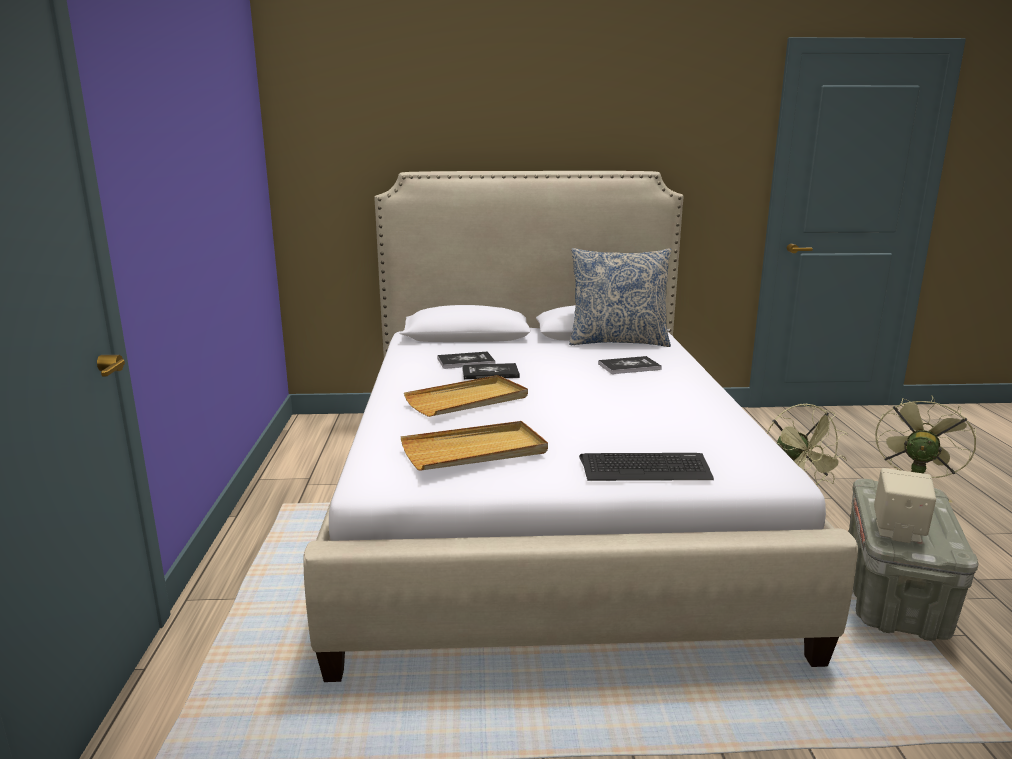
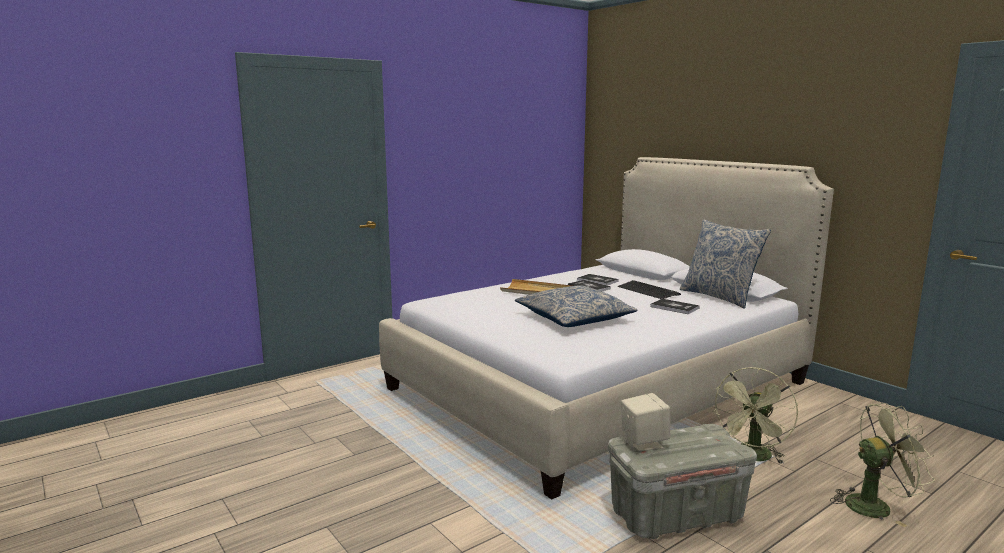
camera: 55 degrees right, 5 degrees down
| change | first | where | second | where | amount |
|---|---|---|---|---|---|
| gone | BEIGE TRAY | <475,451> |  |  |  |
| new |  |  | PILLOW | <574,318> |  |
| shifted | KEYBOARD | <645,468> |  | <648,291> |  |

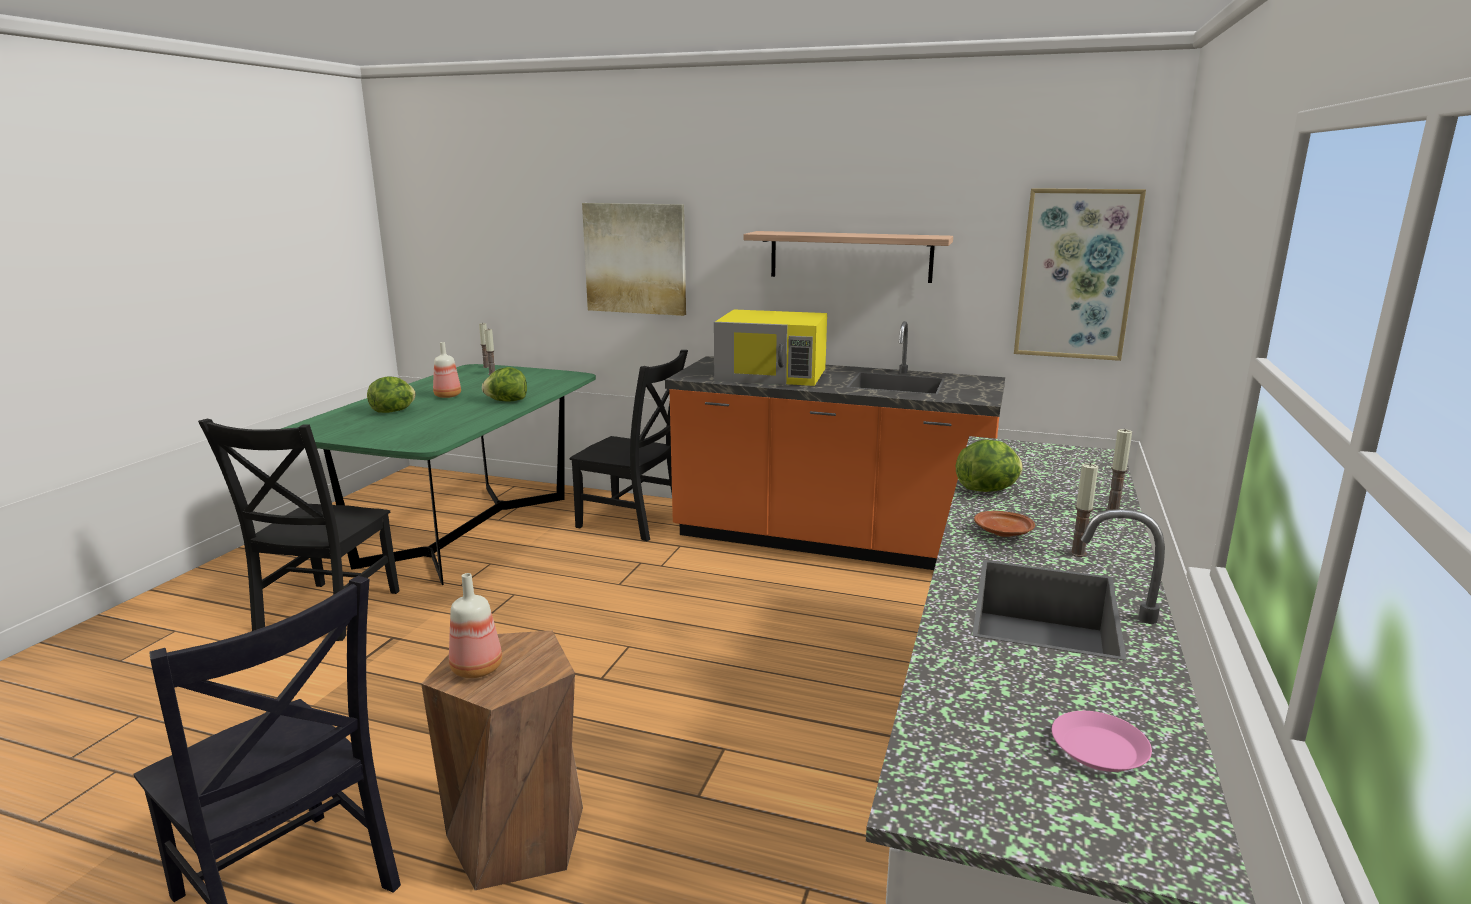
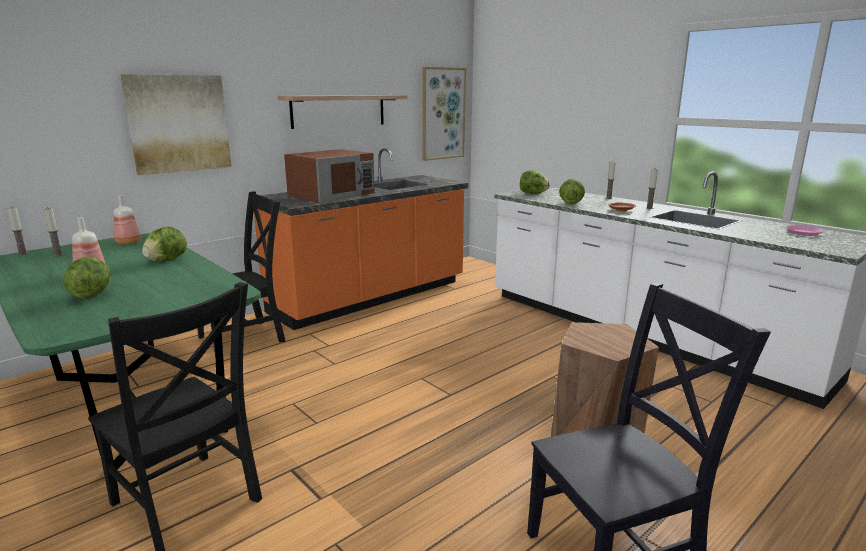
camera: 60 degrees left, 0 degrees up
| change | first | where | second | where | amount |
|---|---|---|---|---|---|
| new |  |  | LETTUCE | <533,194> |  |
| shifted | BOTTLE | <476,668> |  | <127,243> |  |
| repainted | YELLOW MICROWAVE | <772,374> | BROWN MICROWAVE | <332,194> |  |

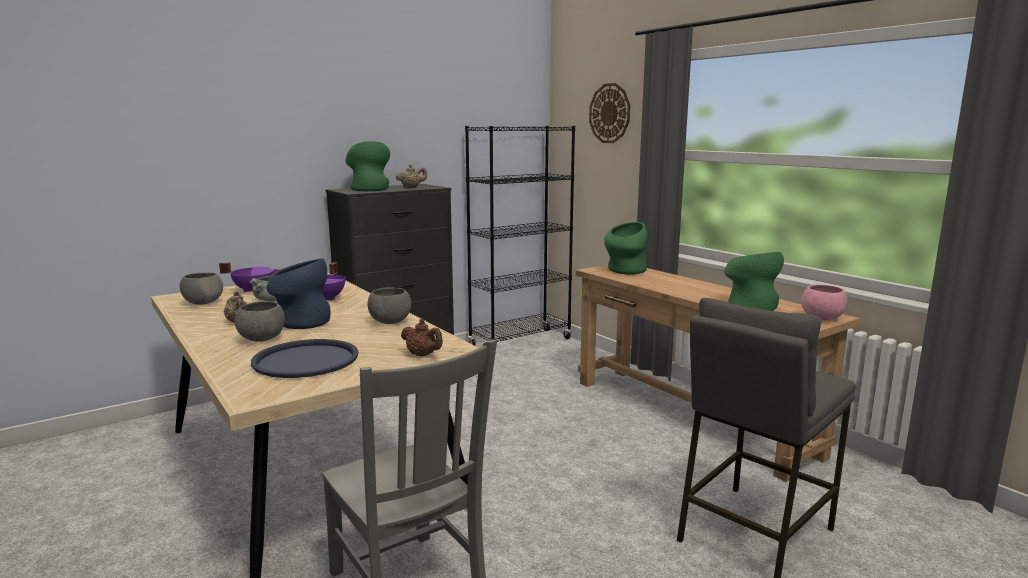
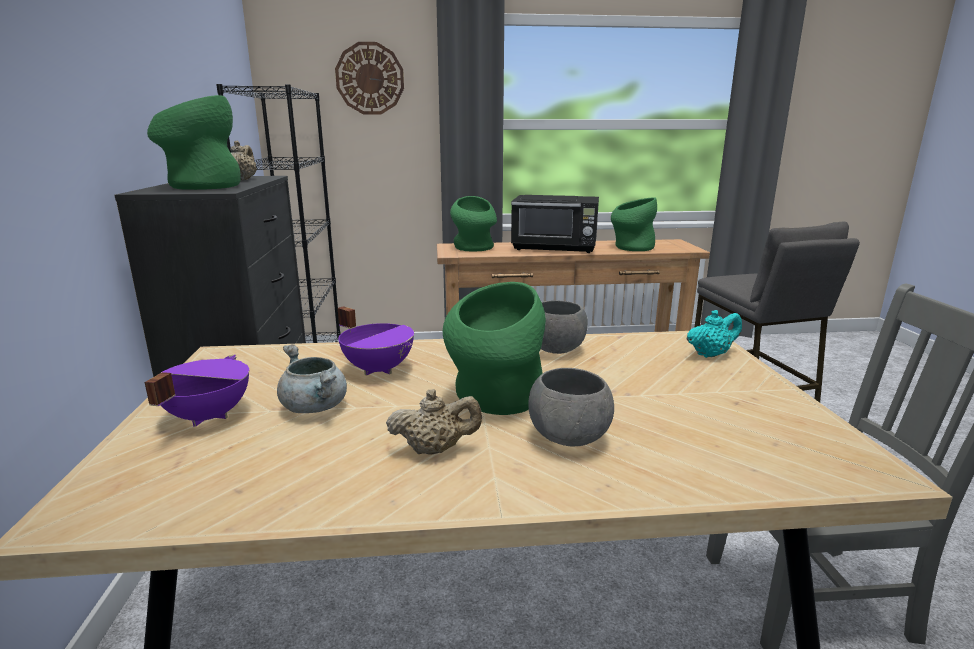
camera: 60 degrees left, 5 degrees up
| change | first | where | second | where | amount |
|---|---|---|---|---|---|
| gone | GREY BOWL | <203,303> |  |  |  |
| gone | BLUE TRAY | <306,360> |  |  |  |
| gone | PINK BOWL | <822,318> |  |  |  |
| new |  |  | BLACK MICROWAVE | <555,248> |  |
| repainted | BLUE VASE | <300,322> | GREEN VASE | <495,399> |  |
| repainted | BROWN TEAPOT | <423,355> | TURQUOISE TEAPOT | <710,354> |  |

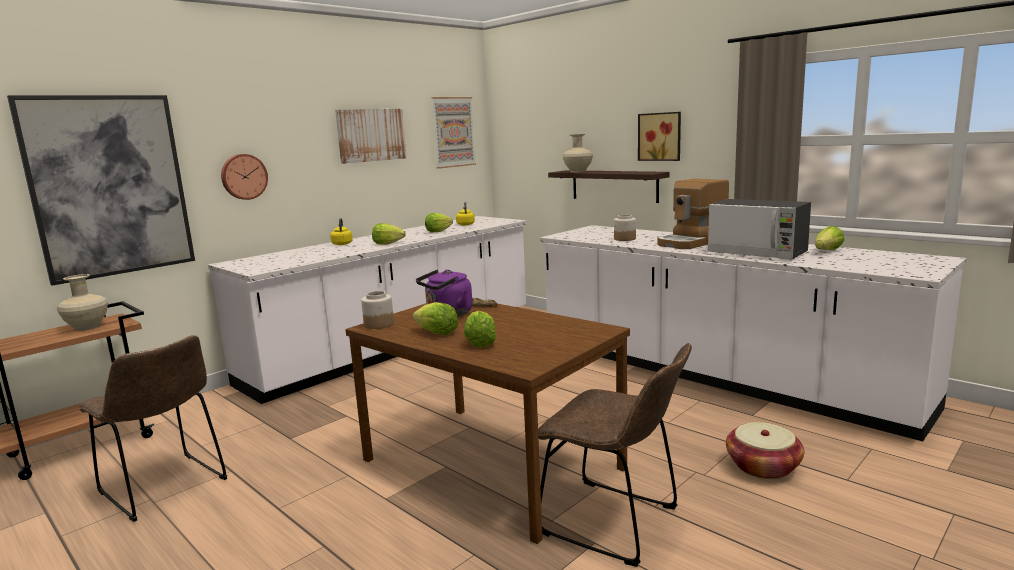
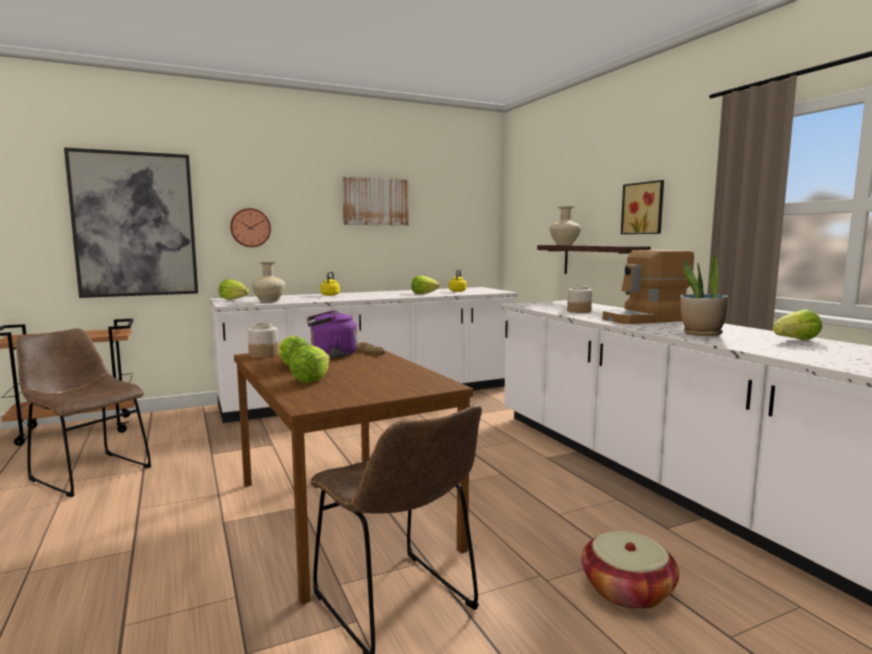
camera: 20 degrees right, 5 degrees down
| change | first | where | second | where | amount |
|---|---|---|---|---|---|
| gone | PICTURE | <453,132> |  |  |  |
| shifted | BEIGE VASE | <87,327> |  | <269,301> |  |
| shifted | LETTUCE | <387,243> |  | <233,299> |  |
| swapped | MICROWAVE | <757,253> | POTTED PLANT | <701,334> |  |
| rotated | BROWN CHAIR | <166,488> |  | <88,472> | 150 degrees clockwise |

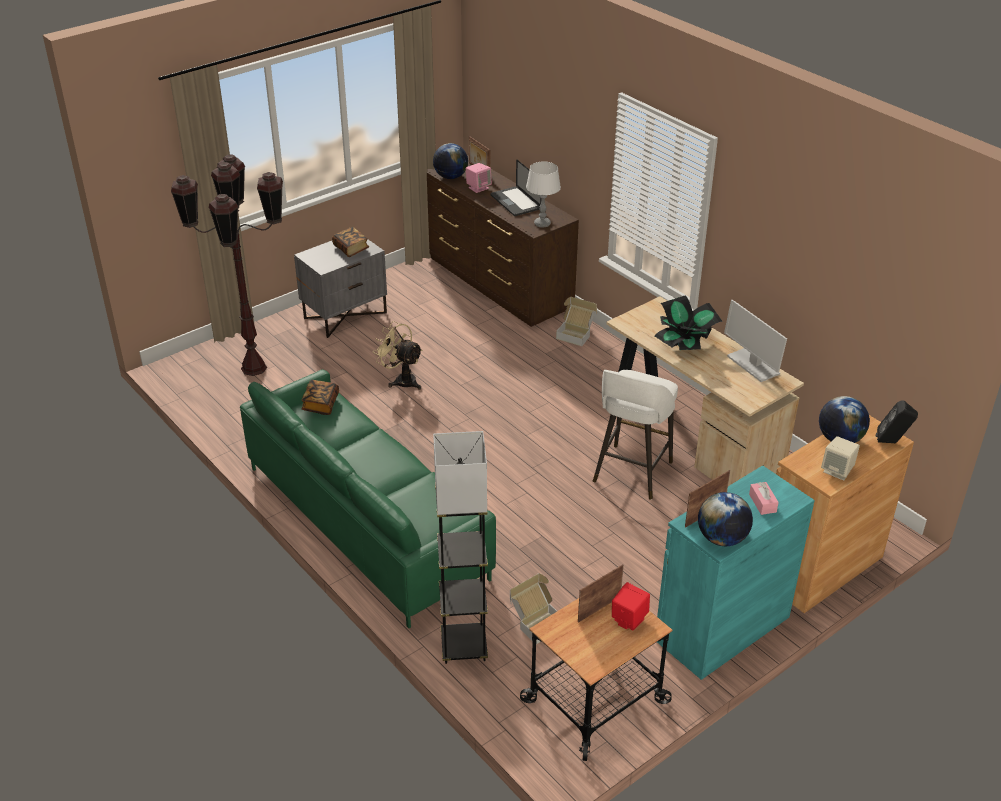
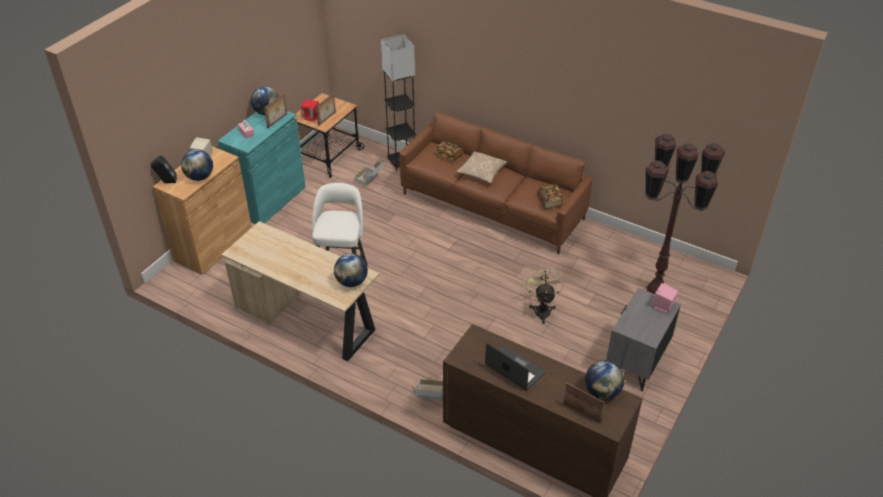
camera: 160 degrees right, 5 degrees up
| change | first | where | second | where | amount |
|---|---|---|---|---|---|
| gone | WHITE TABLE LAMP | <542,224> |  |  |  |
| gone | POTTED PLANT | <684,344> |  |  |  |
| gone | MONITOR | <752,365> |  |  |  |
| new |  |  | GLOBE | <352,282> |  |
| new |  |  | PILLOW | <481,173> |  |
| shifted | BOOK | <351,249> |  | <449,155> |  |
| shifted | PINK SPEAKER | <478,188> |  | <662,306> |  |
| repainted | GREEN SOFA | <368,521> | BROWN SOFA | <492,207> |  |
| rotated | BEIGE FAN | <401,380> |  | <542,309> | 105 degrees counterclockwise |

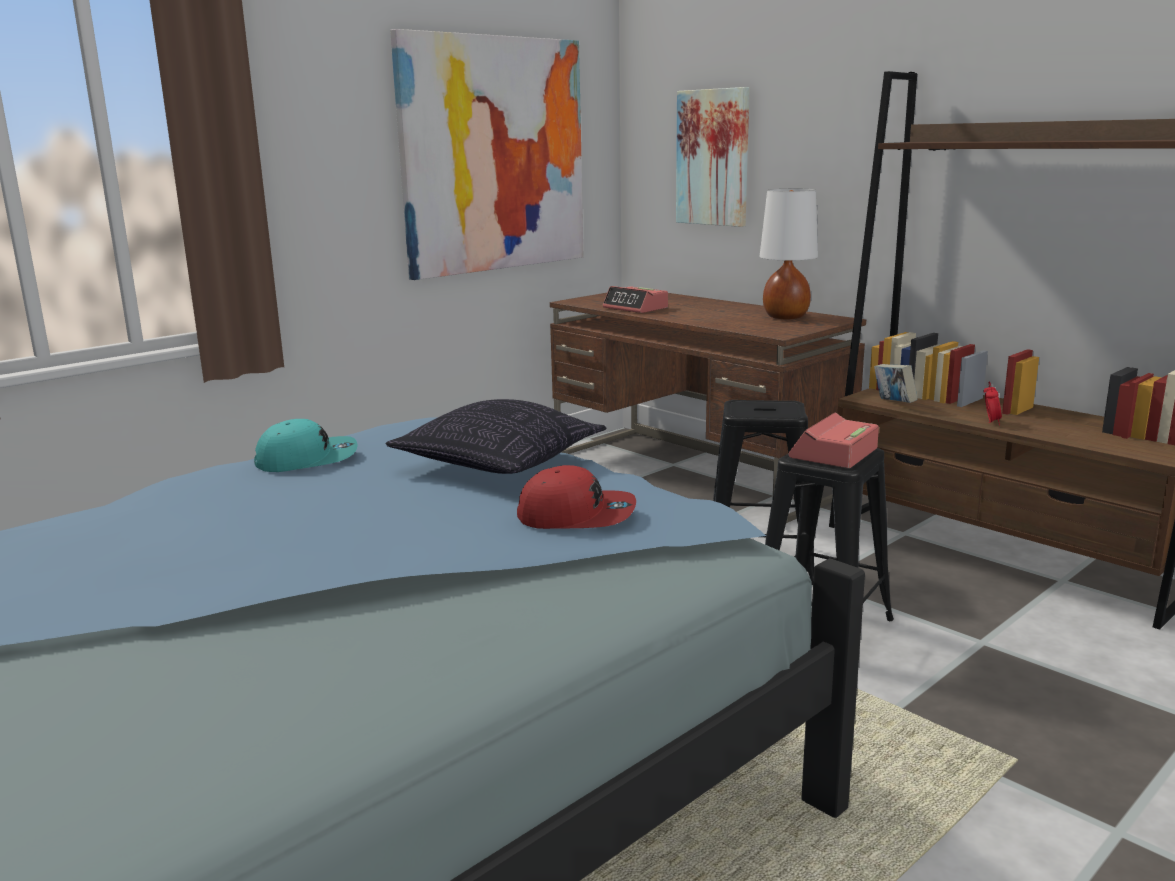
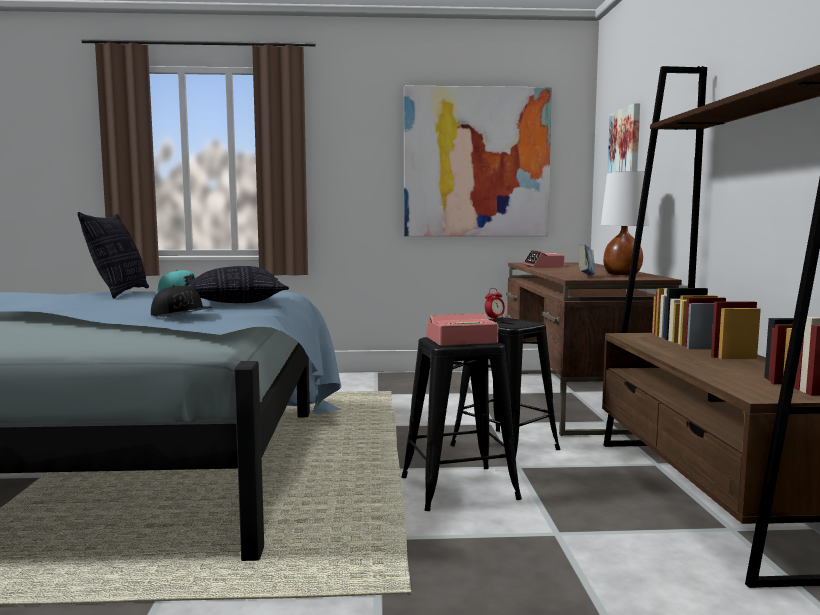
camera: 40 degrees right, 10 degrees down
| change | first | where | second | where | amount |
|---|---|---|---|---|---|
| new |  |  | PILLOW | <119,293> |  |
| shifted | BOOK | <893,404> |  | <585,276> |  |
| shifted | ALARM CLOCK | <990,422> |  | <494,319> |  |
| repainted | RED CAP | <577,515> | BLACK CAP | <182,315> |  |

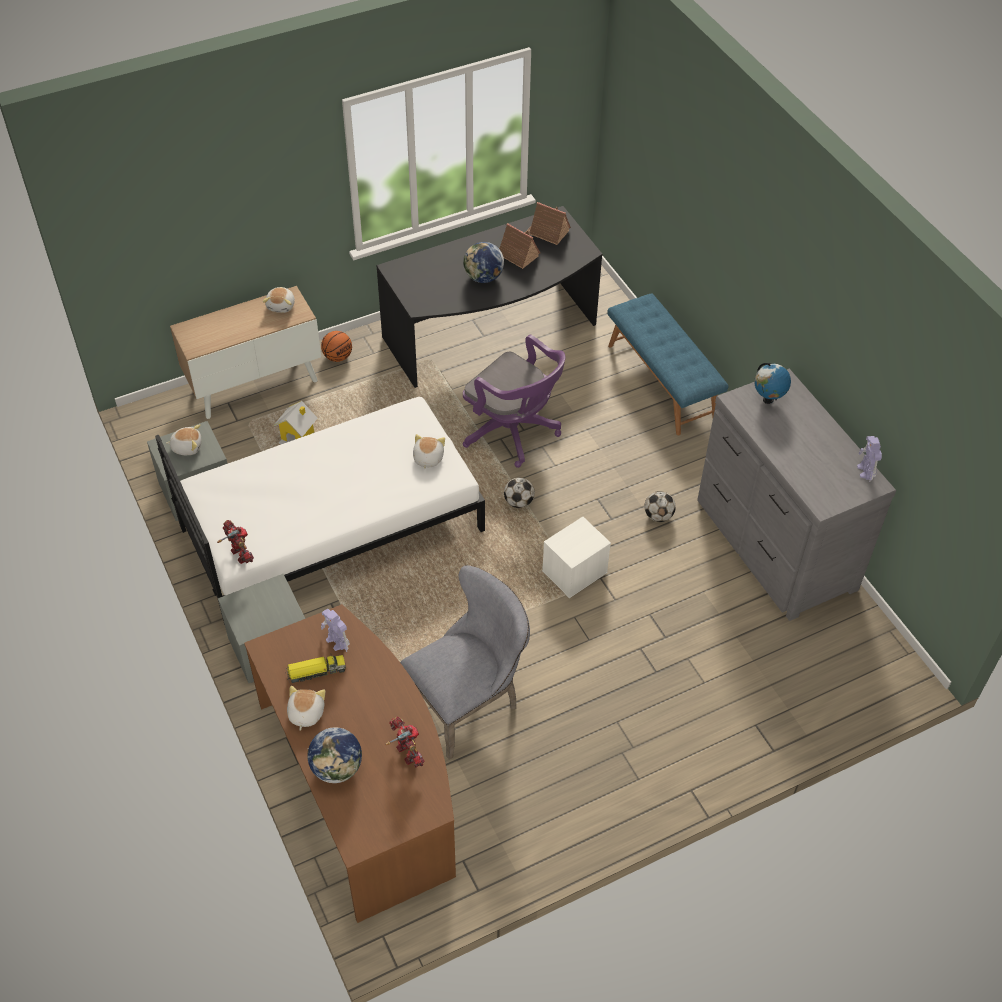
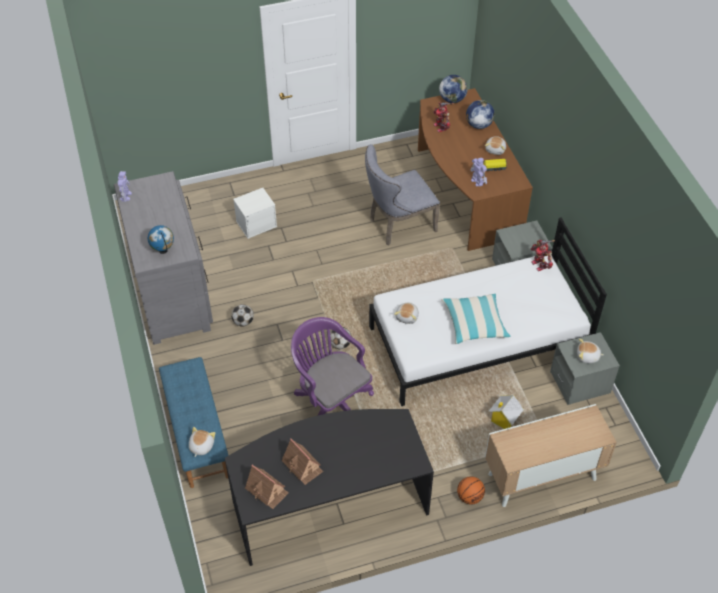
camera: 170 degrees left, 0 degrees up
| change | first | where | second | where | amount |
|---|---|---|---|---|---|
| new |  |  | PILLOW | <474,323> |  |
| shifted | PLUSH TOY | <281,305> |  | <201,446> |  |
| shifted | GLOBE | <483,278> |  | <452,99> |  |
| shifted | WHITE STORAGE BOX | <574,573> |  | <256,223> |  |

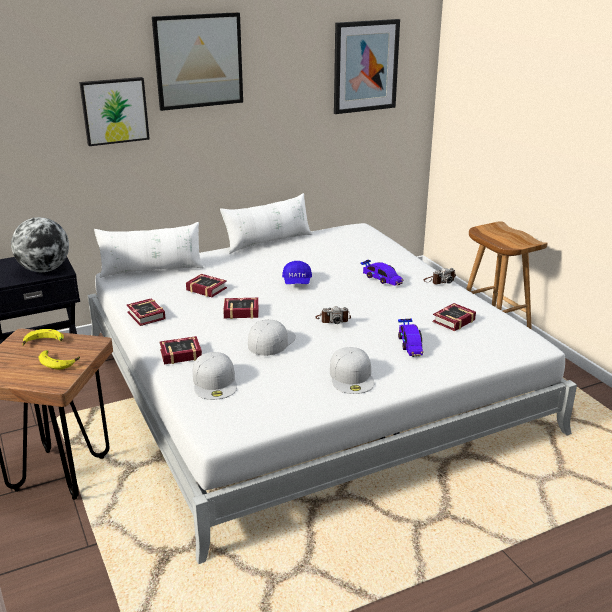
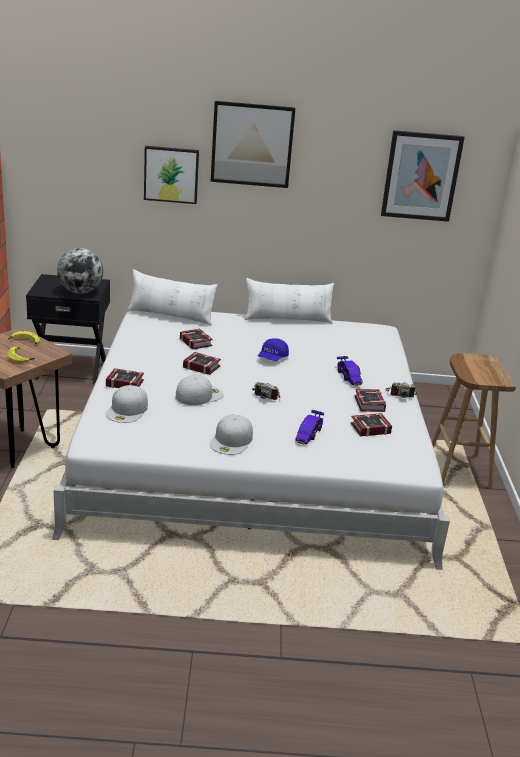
camera: 25 degrees right, 0 degrees up
| change | first | where | second | where | amount |
|---|---|---|---|---|---|
| shifted | BOOK | <146,317> |  | <368,404> |  |

